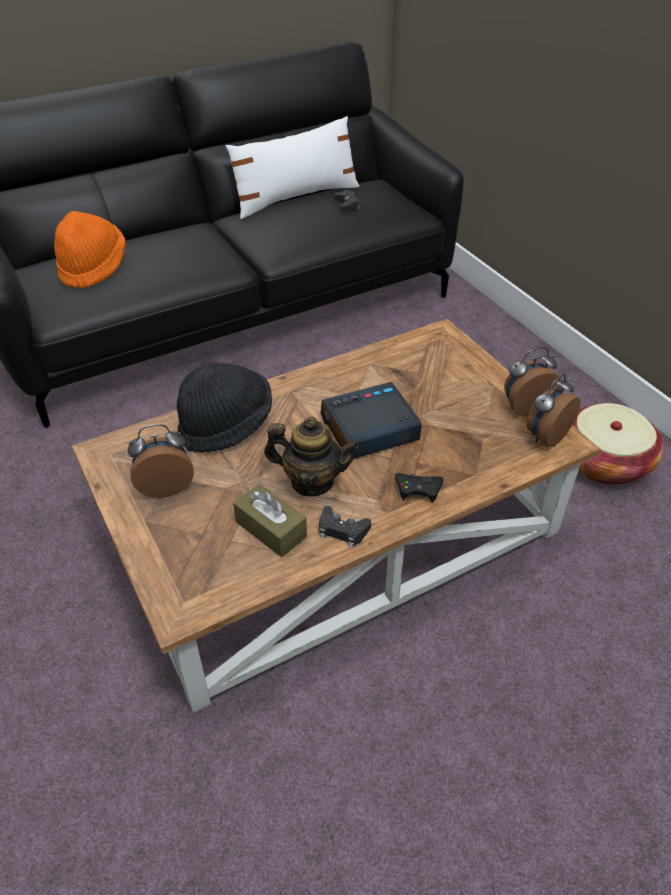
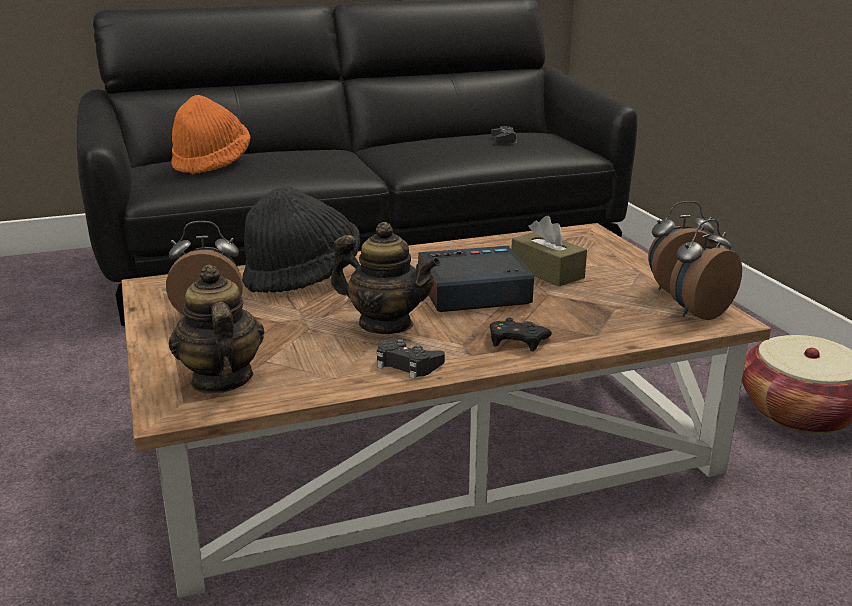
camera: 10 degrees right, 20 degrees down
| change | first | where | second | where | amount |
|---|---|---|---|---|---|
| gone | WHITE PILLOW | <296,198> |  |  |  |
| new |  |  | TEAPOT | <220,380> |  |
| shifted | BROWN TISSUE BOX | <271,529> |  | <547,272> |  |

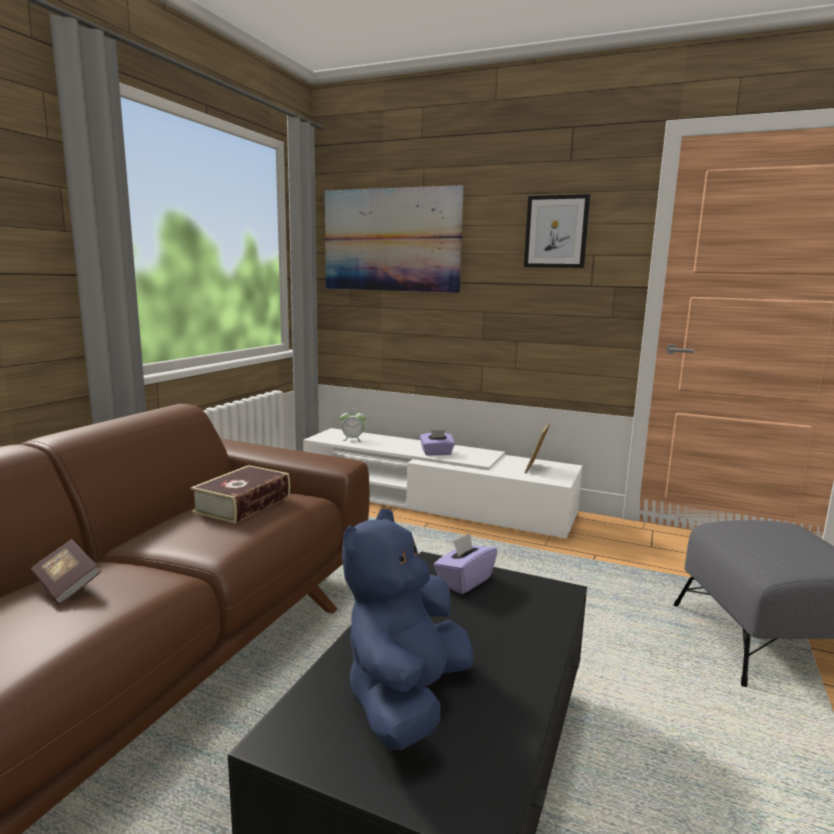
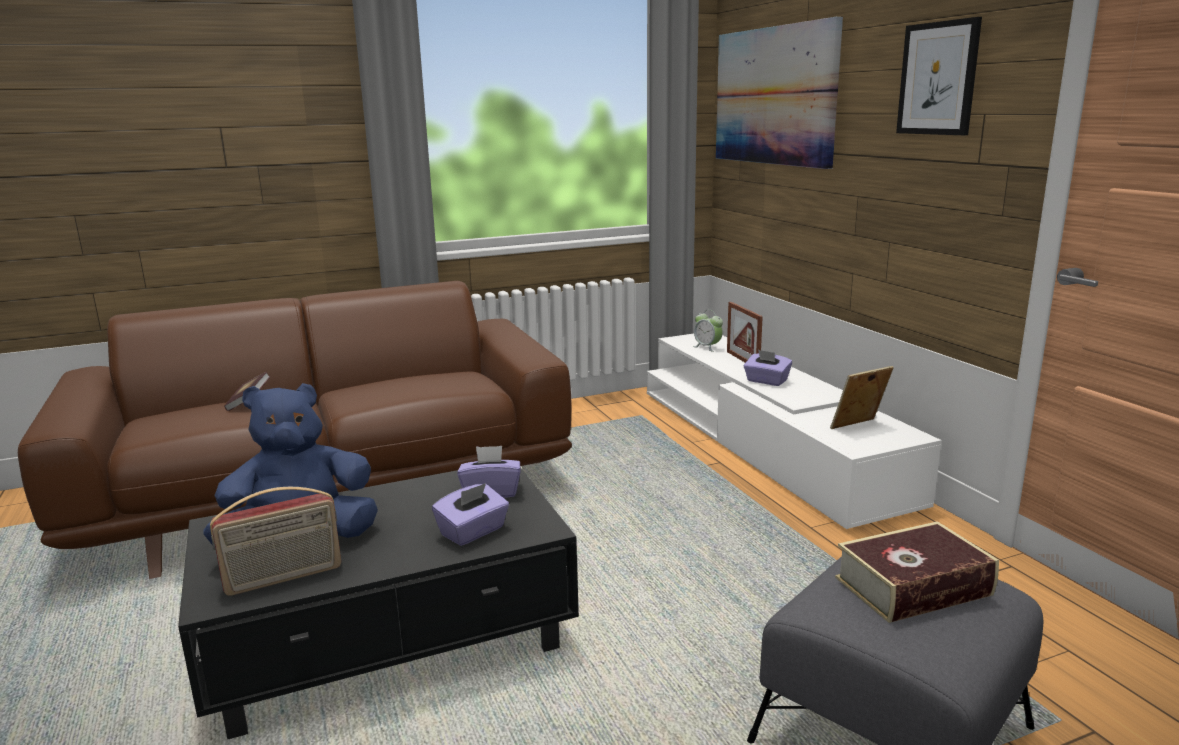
camera: 45 degrees right, 5 degrees up
| change | first | where | second | where | amount |
|---|---|---|---|---|---|
| new |  |  | RADIO | <284,578> |  |
| new |  |  | PURPLE TISSUE BOX | <473,532> |  |
| new |  |  | PICTURE FRAME | <742,360> |  |
| shifted | BOOK | <243,504> |  | <913,586> |  |

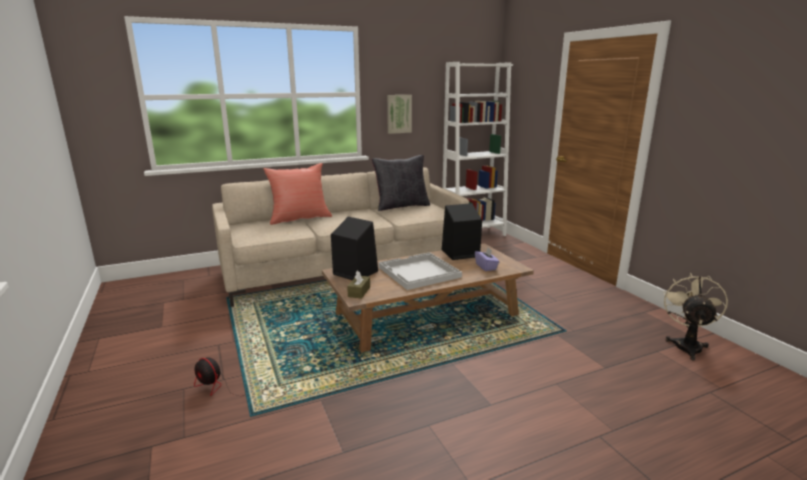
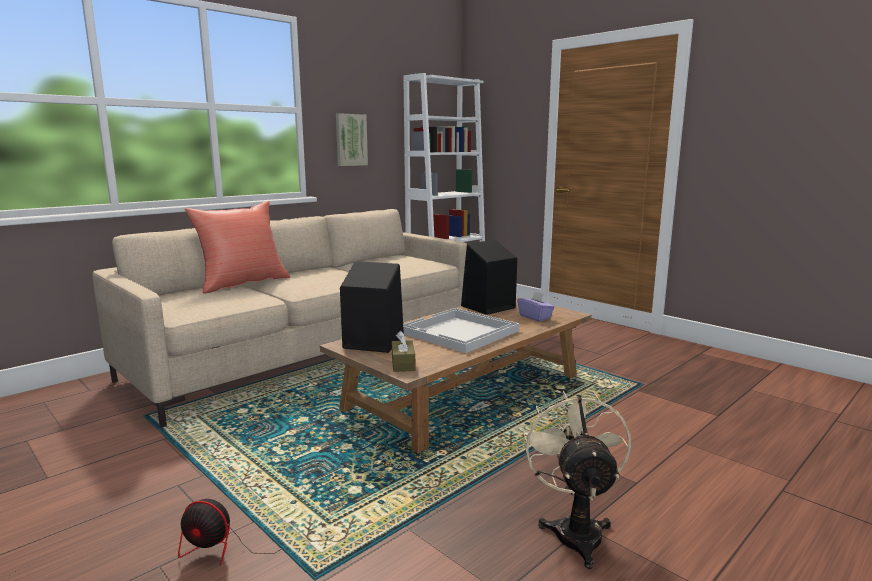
camera: 20 degrees left, 5 degrees down
| change | first | where | second | where | amount |
|---|---|---|---|---|---|
| gone | BLACK PILLOW | <401,206> |  |  |  |
| shifted | BEIGE FAN | <687,345> |  | <575,530> |  |

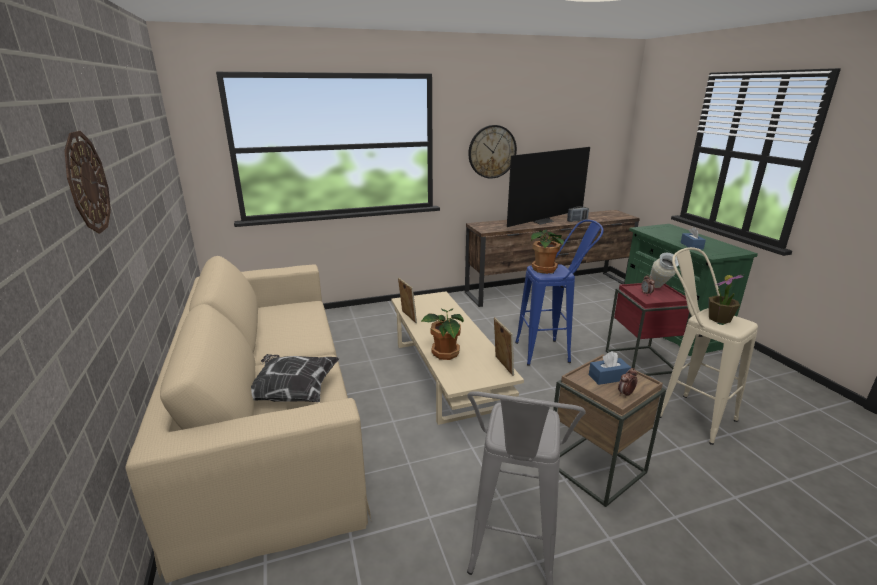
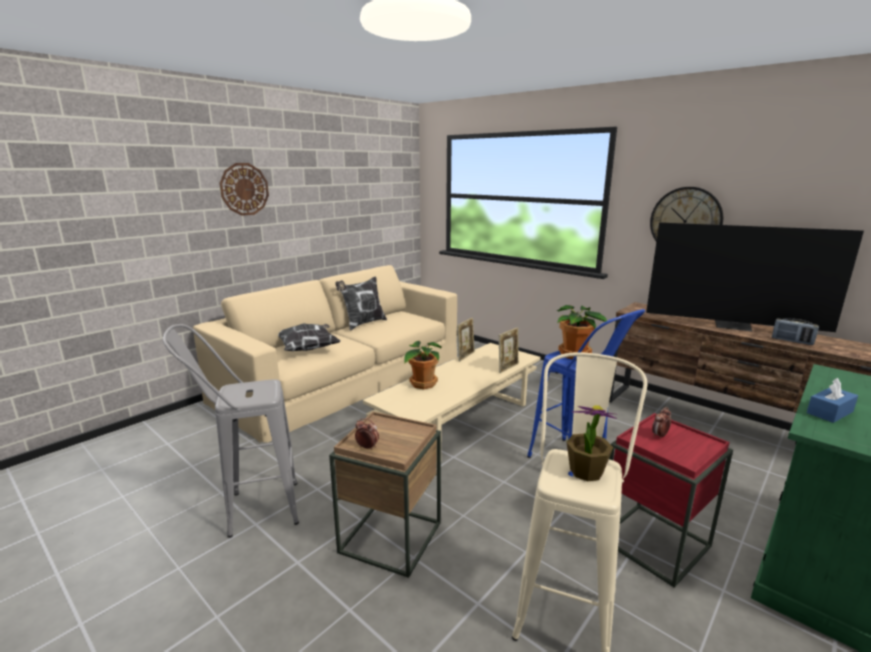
camera: 60 degrees right, 5 degrees down
| change | first | where | second | where | amount |
|---|---|---|---|---|---|
| gone | BLUE TISSUE BOX | <608,377> |  |  |  |
| gone | VASE | <659,290> |  |  |  |
| new |  |  | PILLOW | <363,323> |  |
| shifted | PICTURE FRAME | <502,366> |  | <508,368> |  |

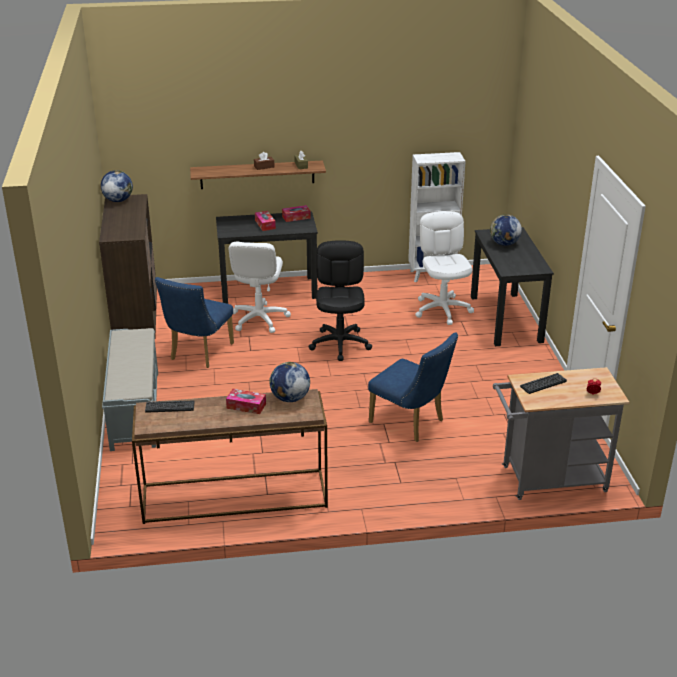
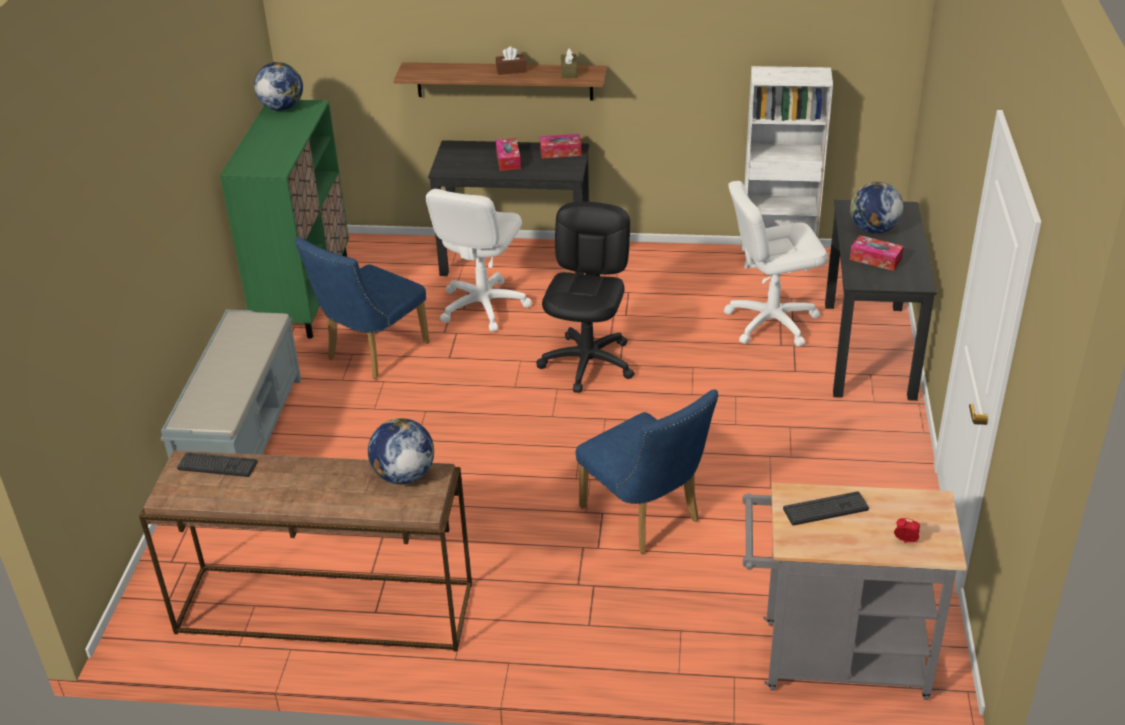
camera: 15 degrees right, 5 degrees up
| change | first | where | second | where | amount |
|---|---|---|---|---|---|
| shifted | TISSUE BOX | <246,406> |  | <875,259> |  |
| repainted | BROWN CABINET | <137,324> | GREEN CABINET | <304,294> |  |
| rotated | WHITE OFFICE CHAIR | <442,310> |  | <771,322> | 105 degrees counterclockwise |

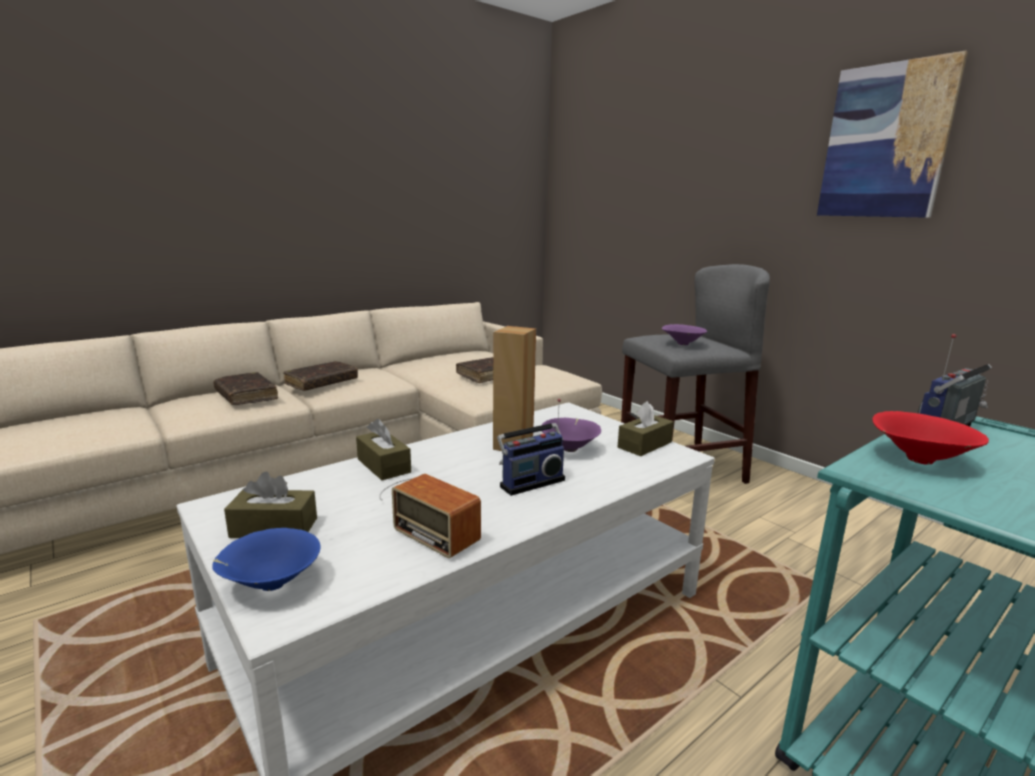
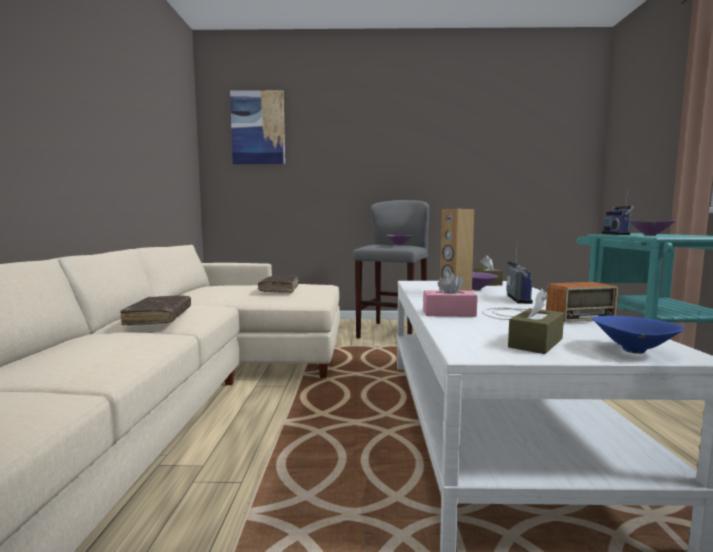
camera: 50 degrees left, 10 degrees down
| change | first | where | second | where | amount |
|---|---|---|---|---|---|
| gone | BROWN BOOK | <246,396> |  |  |  |
| shifted | PICTURE | <885,142> |  | <258,128> |  |
| repainted | BROWN TISSUE BOX | <383,466> | PINK TISSUE BOX | <449,313> |  |
| repainted | RED BOWL | <917,460> | PURPLE BOWL | <650,235> |  |

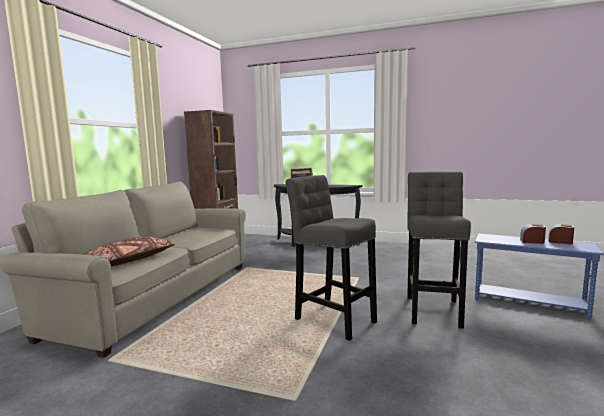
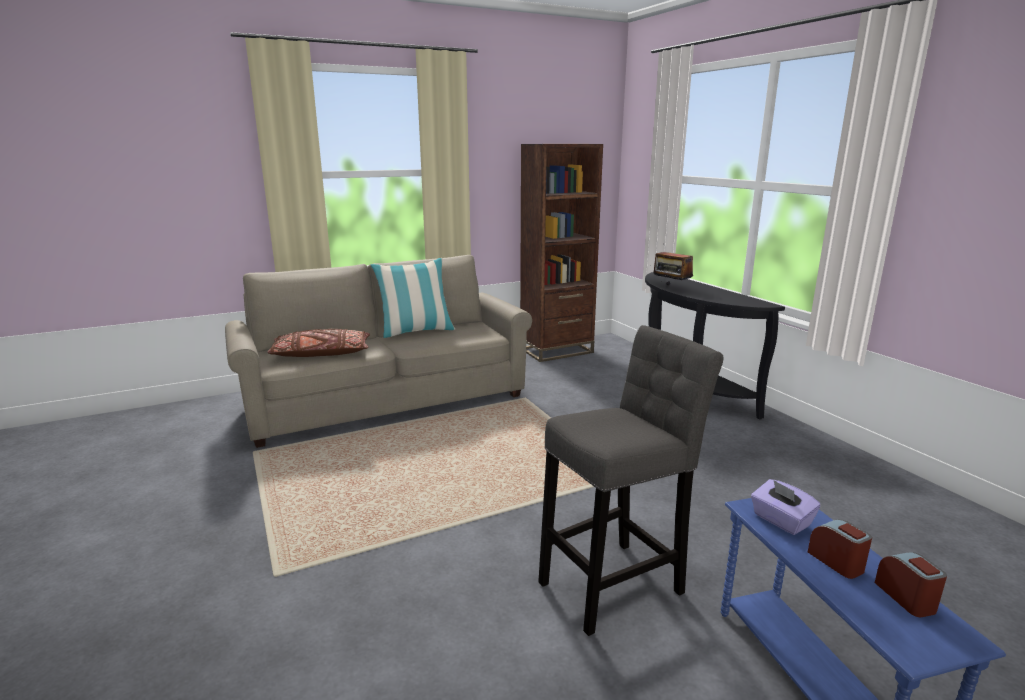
camera: 45 degrees right, 10 degrees up
| change | first | where | second | where | amount |
|---|---|---|---|---|---|
| gone | GREY STOOL | <332,319> |  |  |  |
| new |  |  | PILLOW | <416,331> |  |
| new |  |  | PURPLE TISSUE BOX | <780,521> |  |

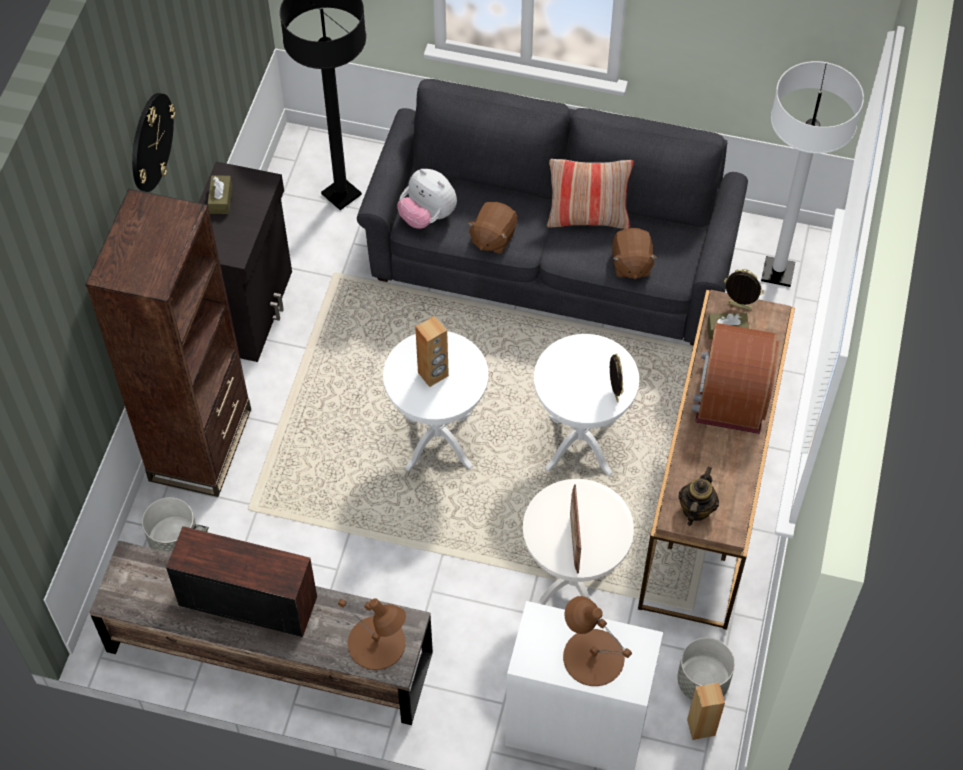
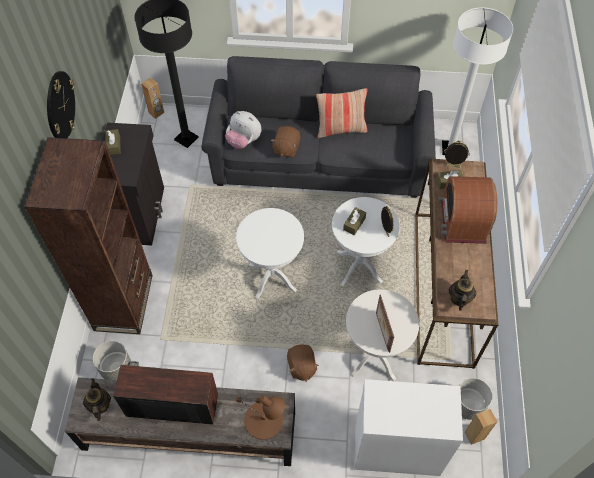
camera: 10 degrees left, 0 degrees up
| change | first | where | second | where | amount |
|---|---|---|---|---|---|
| gone | BROWN TABLE LAMP | <593,656> |  |  |  |
| new |  |  | TEAPOT | <99,405> |  |
| new |  |  | BROWN TISSUE BOX | <354,224> |  |
| shifted | BROWN SPEAKER | <433,374> |  | <156,113> |  |
| shifted | BROWN PLUSH TOY | <631,264> |  | <301,367> |  |

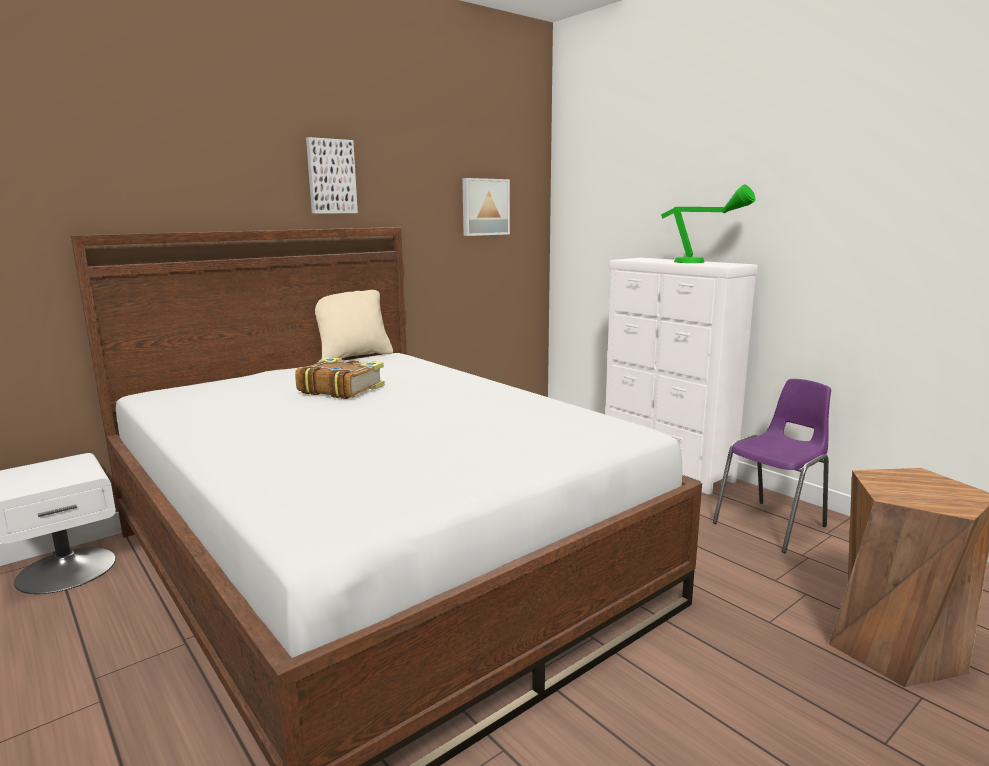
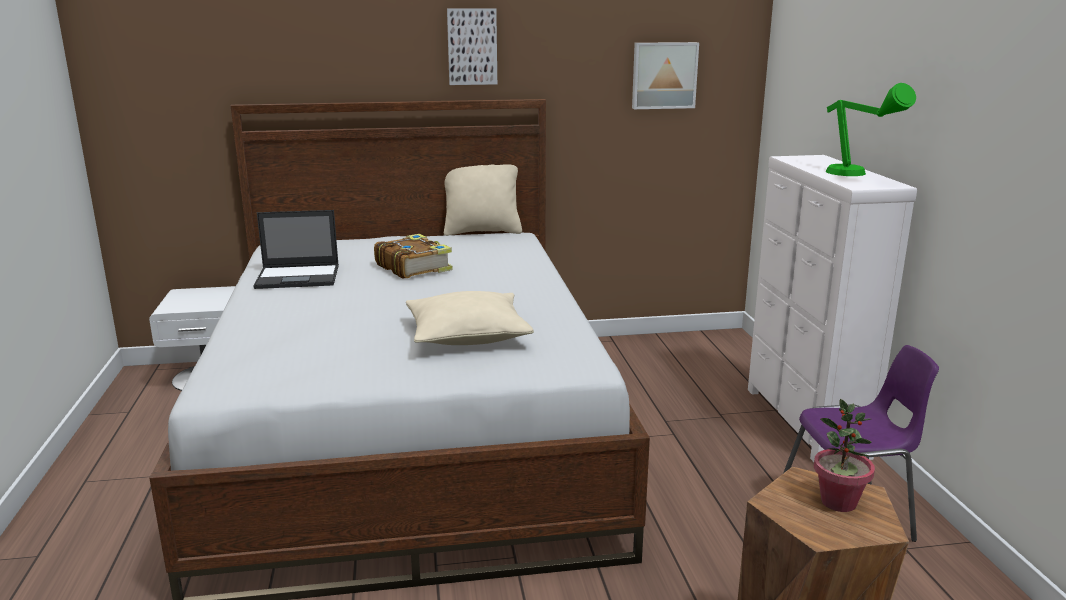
camera: 30 degrees right, 5 degrees up
| change | first | where | second | where | amount |
|---|---|---|---|---|---|
| new |  |  | LAPTOP | <299,277> |  |
| new |  |  | BEIGE PILLOW | <468,335> |  |
| new |  |  | POTTED PLANT | <838,502> |  |

